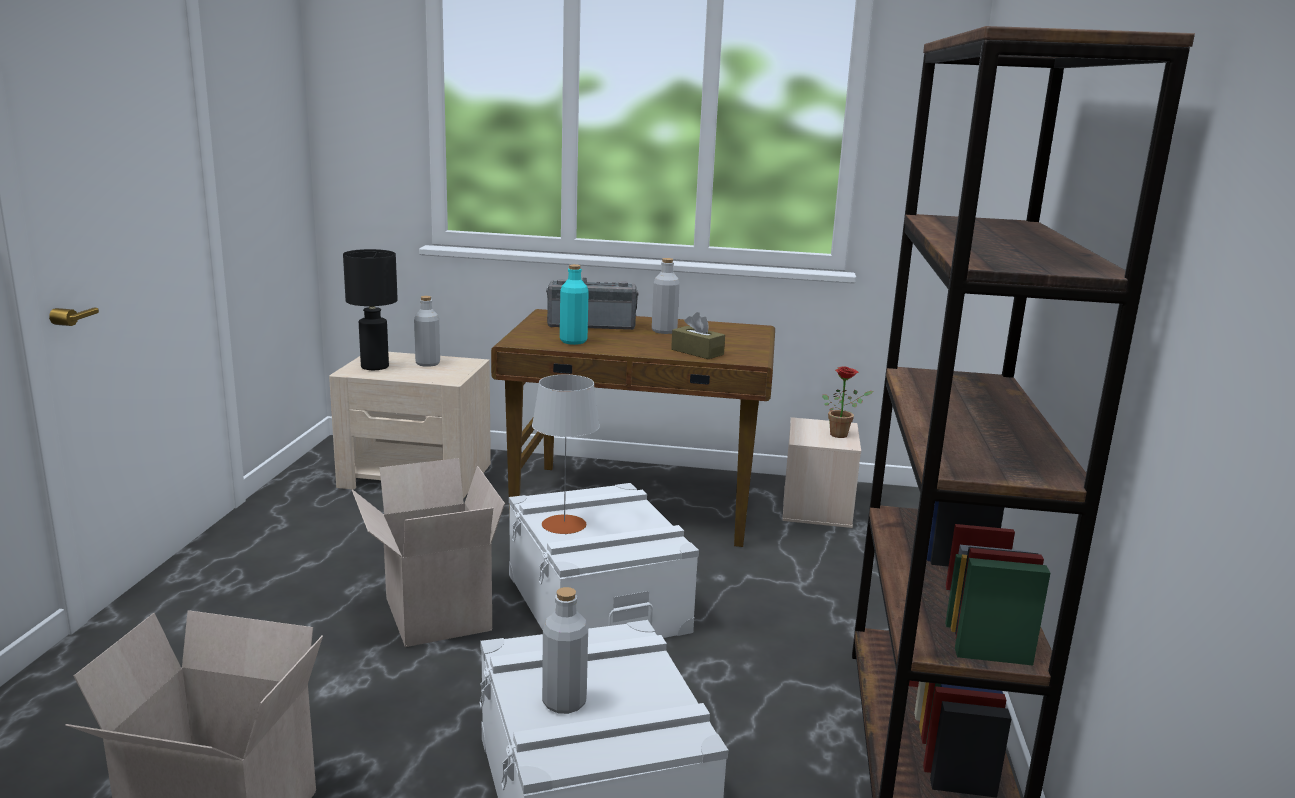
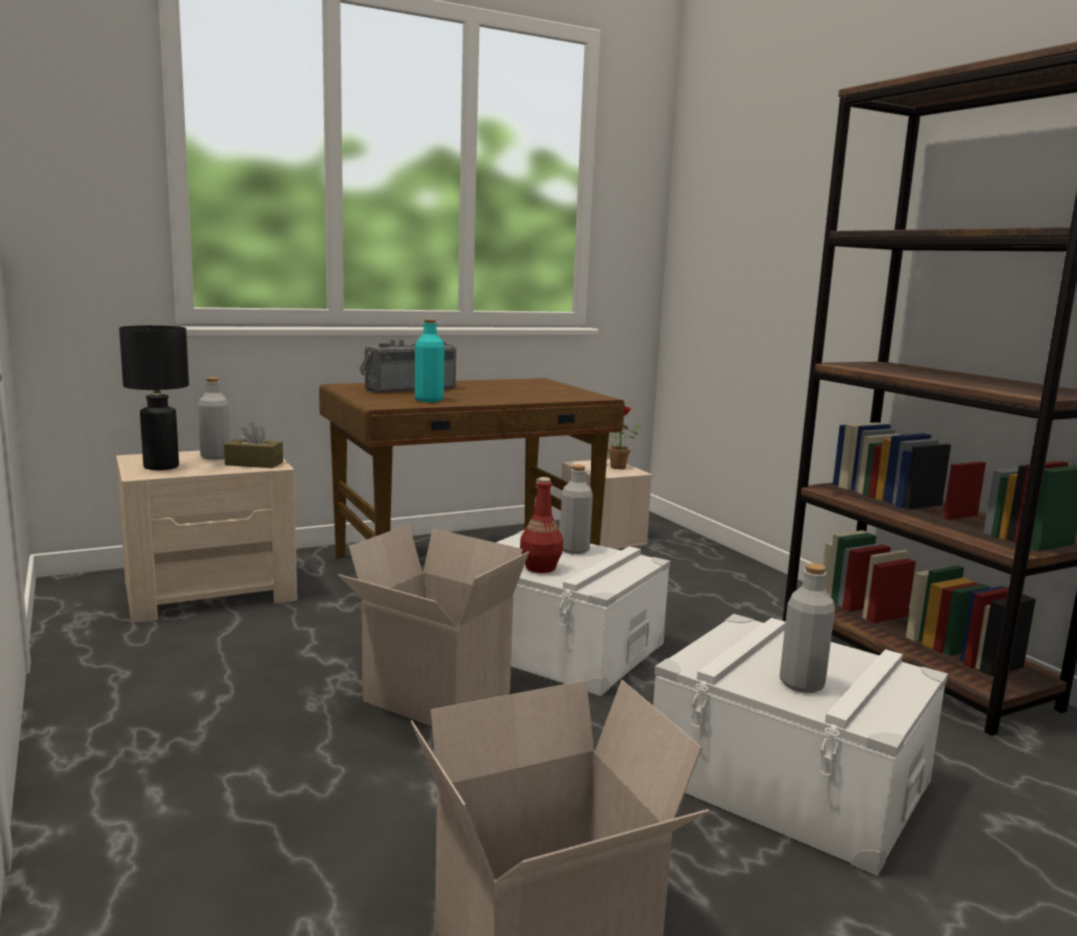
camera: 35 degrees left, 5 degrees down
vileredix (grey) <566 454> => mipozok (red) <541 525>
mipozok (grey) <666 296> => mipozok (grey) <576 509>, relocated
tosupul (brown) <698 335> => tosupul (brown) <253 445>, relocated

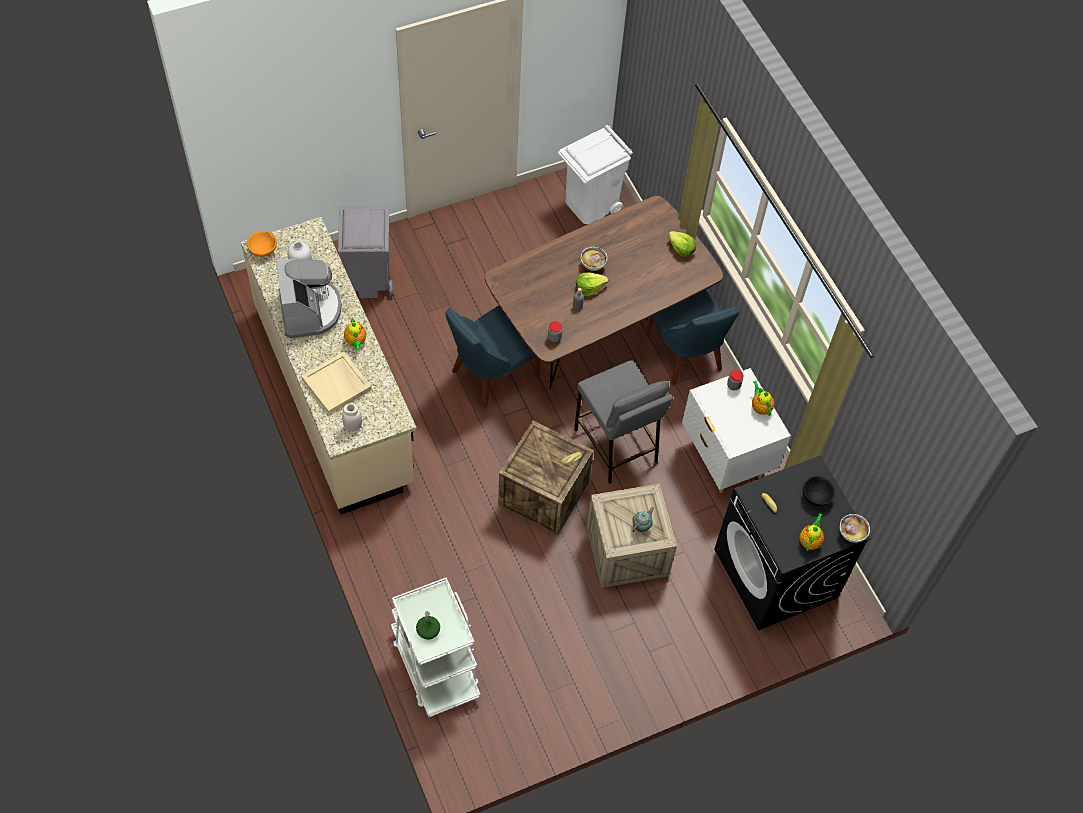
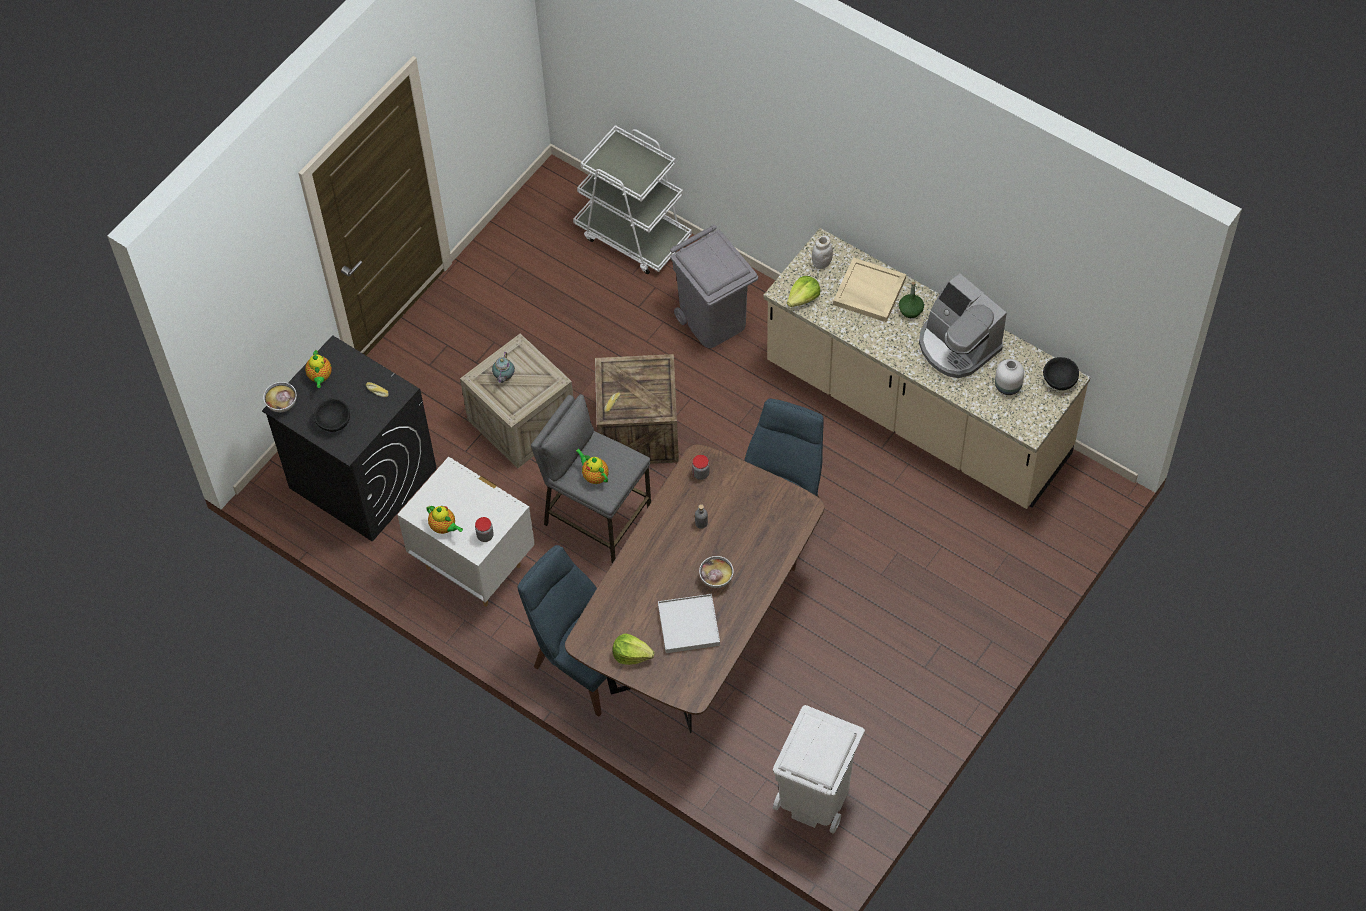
camera: 155 degrees right, 0 degrees up
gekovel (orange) <262 244> => gekovel (black) <1061 373>
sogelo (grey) <365 252> => sogelo (grey) <714 286>, relocated
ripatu <355 334> => ripatu <592 466>, relocated
mipozok (green) <428 625> => mipozok (green) <911 300>, relocated
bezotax <592 284> => bezotax <803 291>, relocated
nothing => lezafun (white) <689 623>

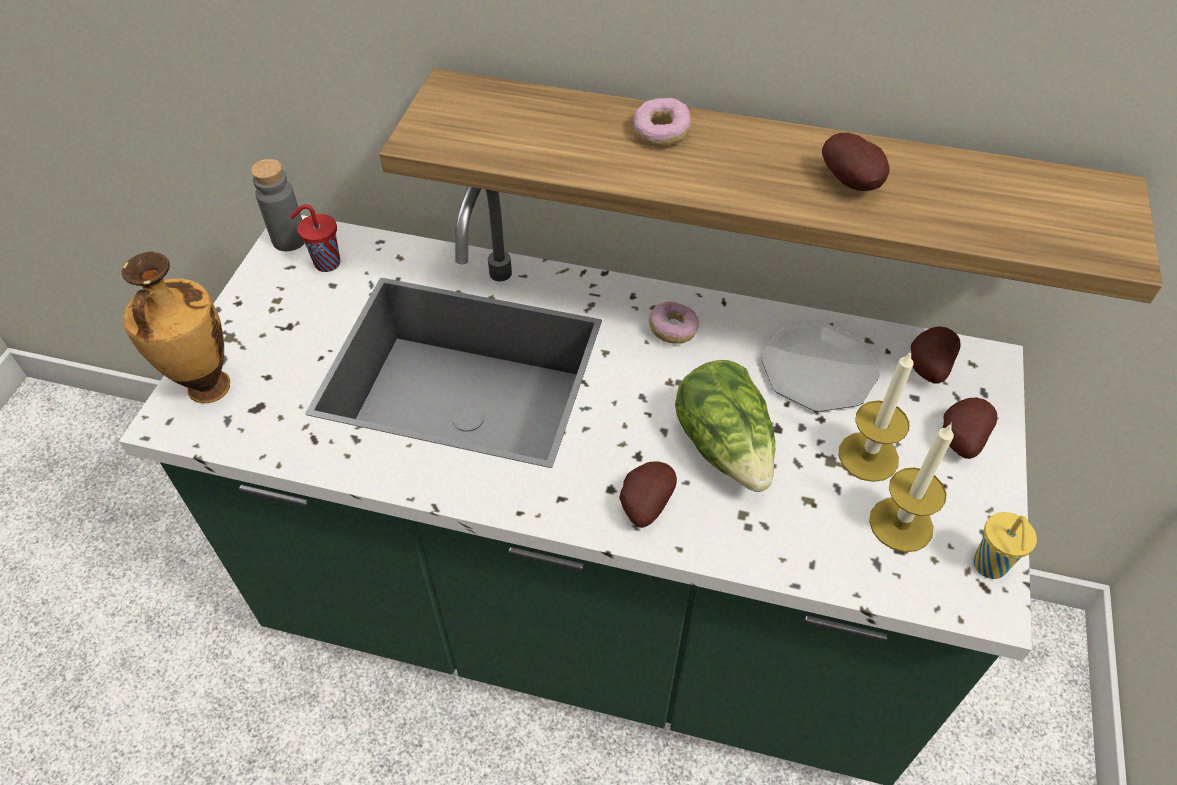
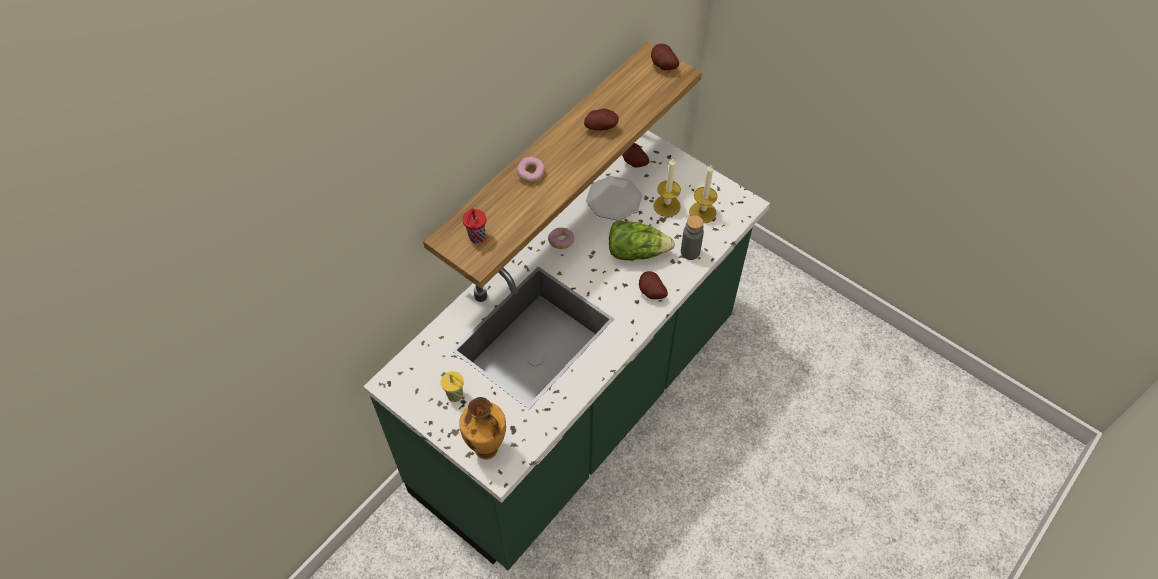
camera: 65 degrees left, 5 degrees up
mipozok (grey) <278 205> => mipozok (grey) <692 237>, relocated
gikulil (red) <315 238> => gikulil (red) <474 226>, relocated
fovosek <970 428> => fovosek <665 57>, relocated
gikulil (yellow) <1005 545> => gikulil (yellow) <452 386>, relocated

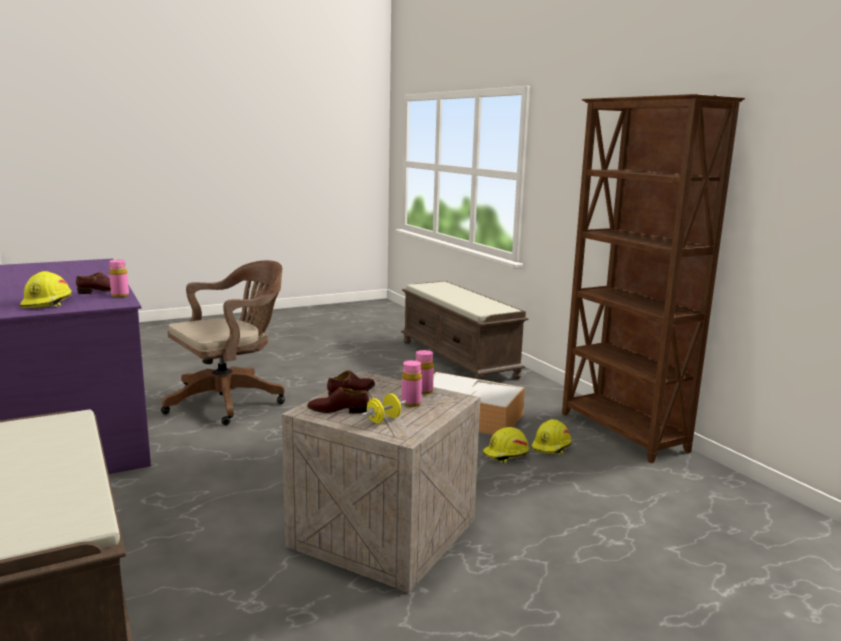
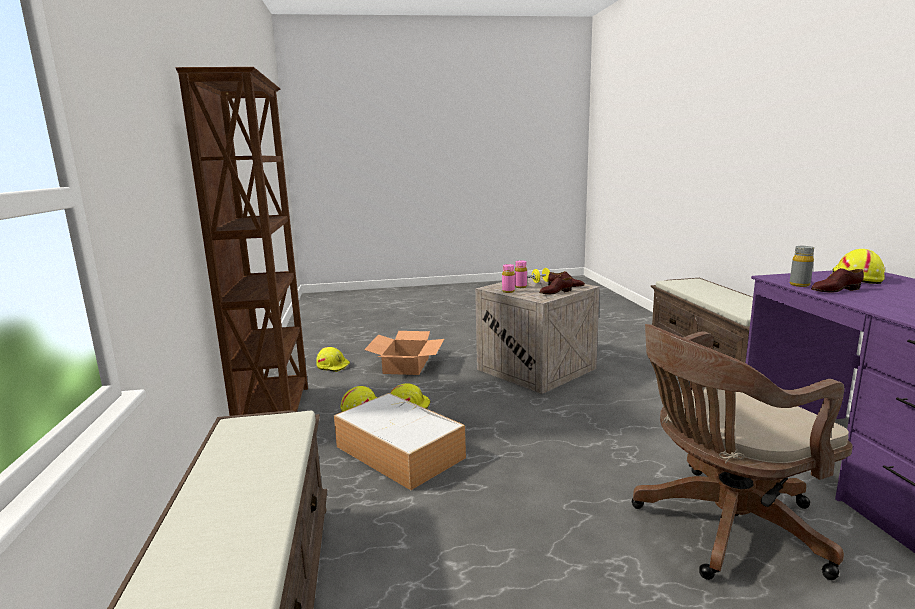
camera: 160 degrees left, 0 degrees up
mipozok (pink) <119 278> => mipozok (grey) <802 266>
nothing => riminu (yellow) <333 359>
nothing => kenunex <404 353>

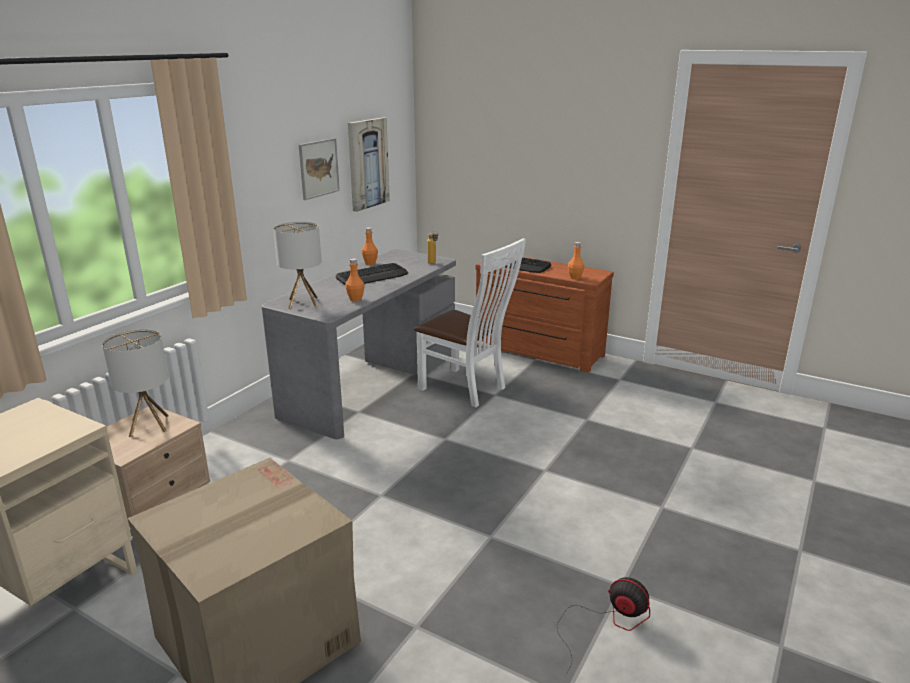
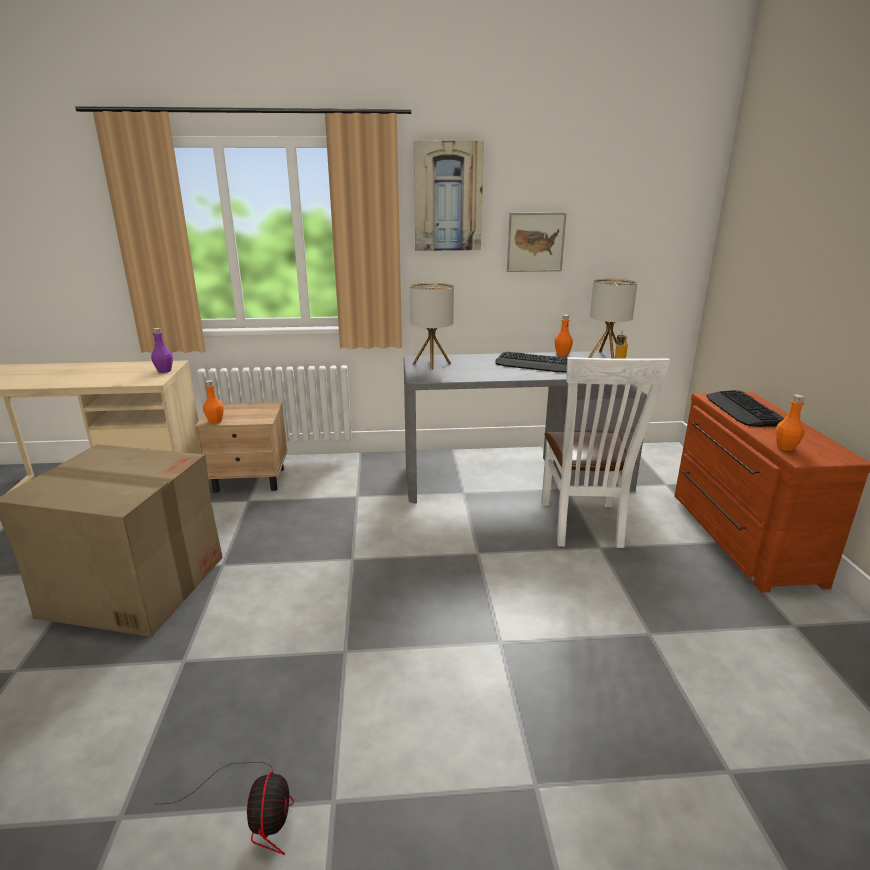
camera: 55 degrees right, 0 degrees up
vileredix <135 383> => vileredix <613 318>, relocated
mipozok (orange) <354 279> => mipozok (orange) <213 402>, relocated
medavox <369 164> => medavox <449 196>, relocated
nothing => mipozok (purple) <162 350>

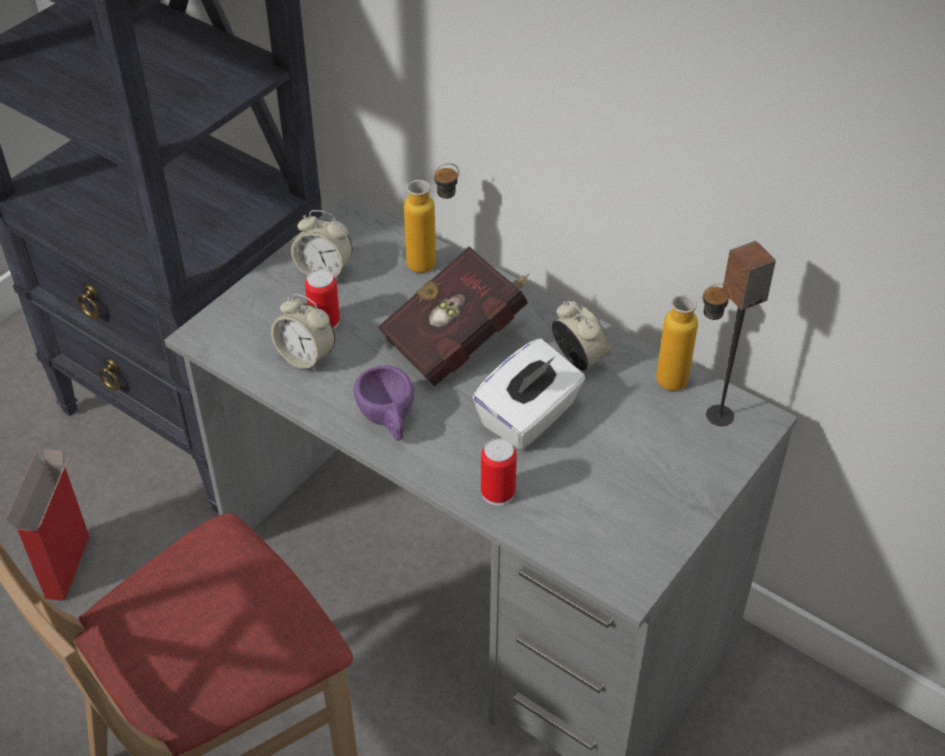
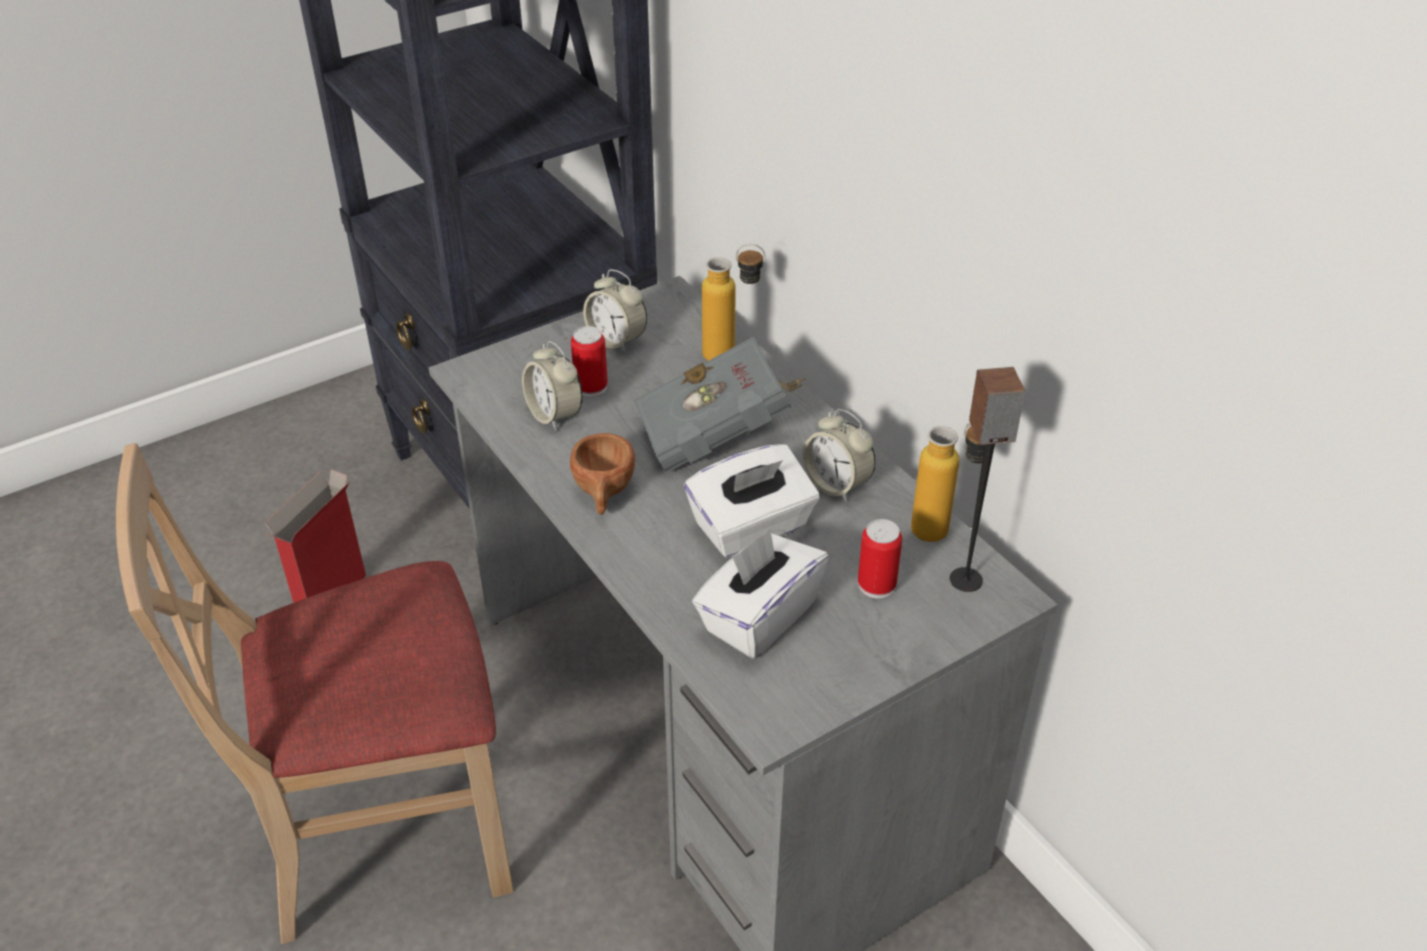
camera: 20 degrees right, 5 degrees down
gikulil (purple) <384 403> => gikulil (brown) <602 474>
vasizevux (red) <453 316> => vasizevux (grey) <720 405>
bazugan <499 472> => bazugan <880 559>, relocated
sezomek <581 336> => sezomek <839 455>, 150 degrees clockwise
nothing => tosupul (white) <760 593>

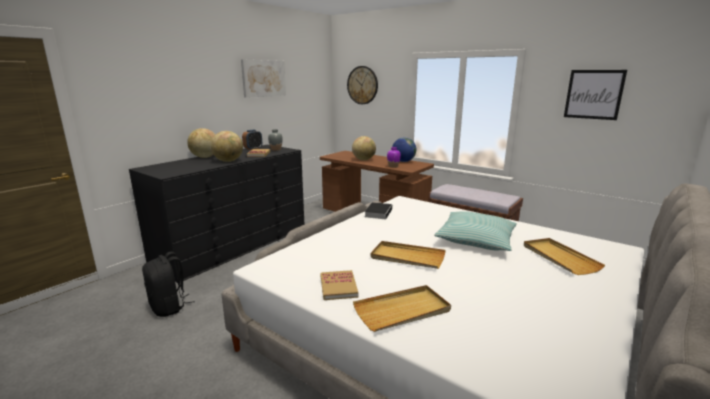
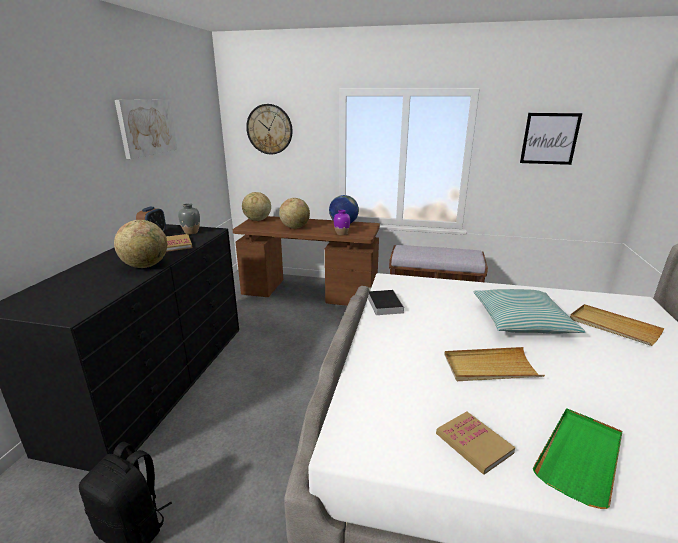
camera: 25 degrees left, 5 degrees up
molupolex <201 143> => molupolex <256 206>, relocated
lezafun (beige) <402 308> => lezafun (green) <577 458>

